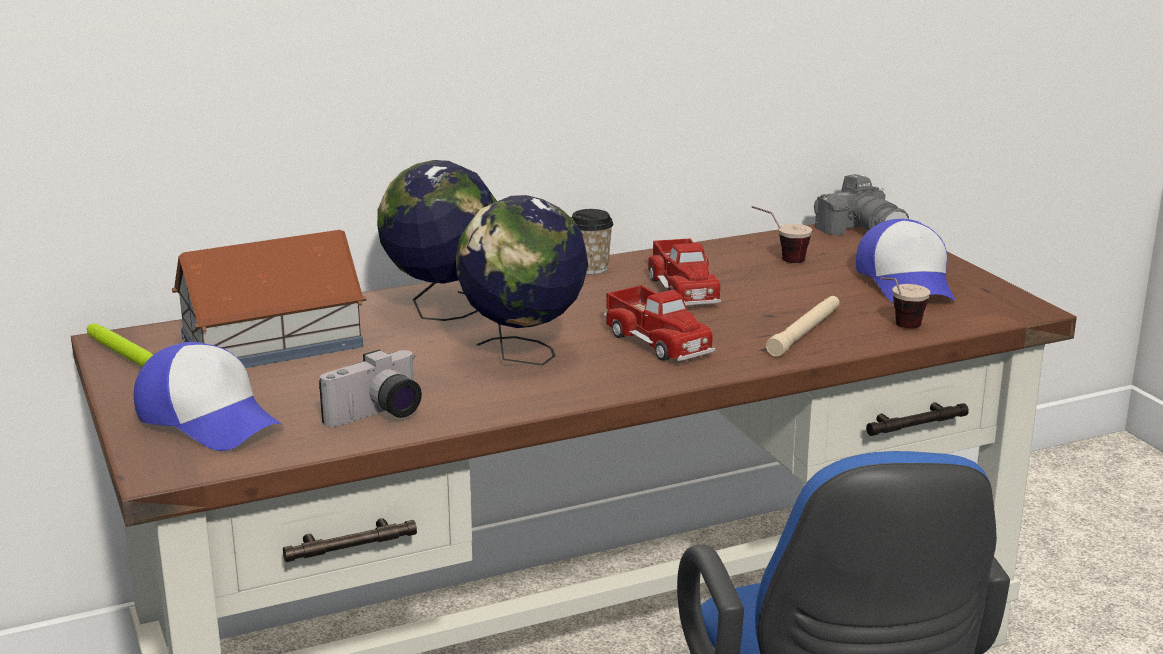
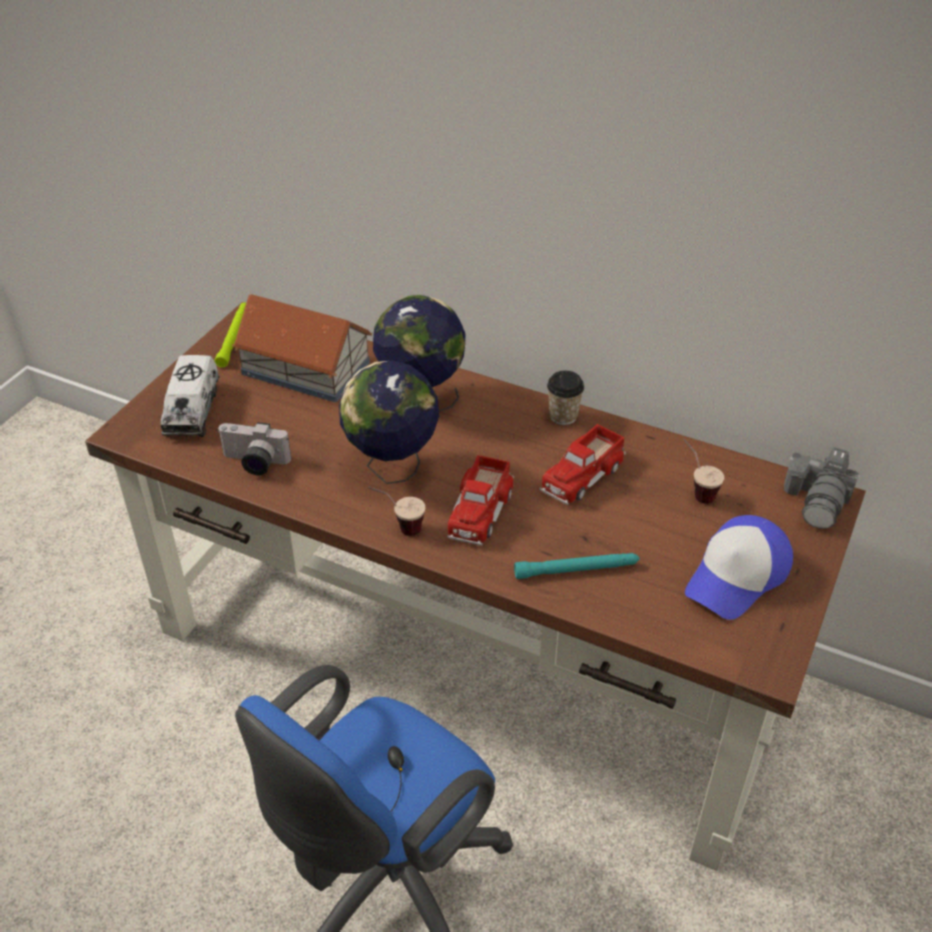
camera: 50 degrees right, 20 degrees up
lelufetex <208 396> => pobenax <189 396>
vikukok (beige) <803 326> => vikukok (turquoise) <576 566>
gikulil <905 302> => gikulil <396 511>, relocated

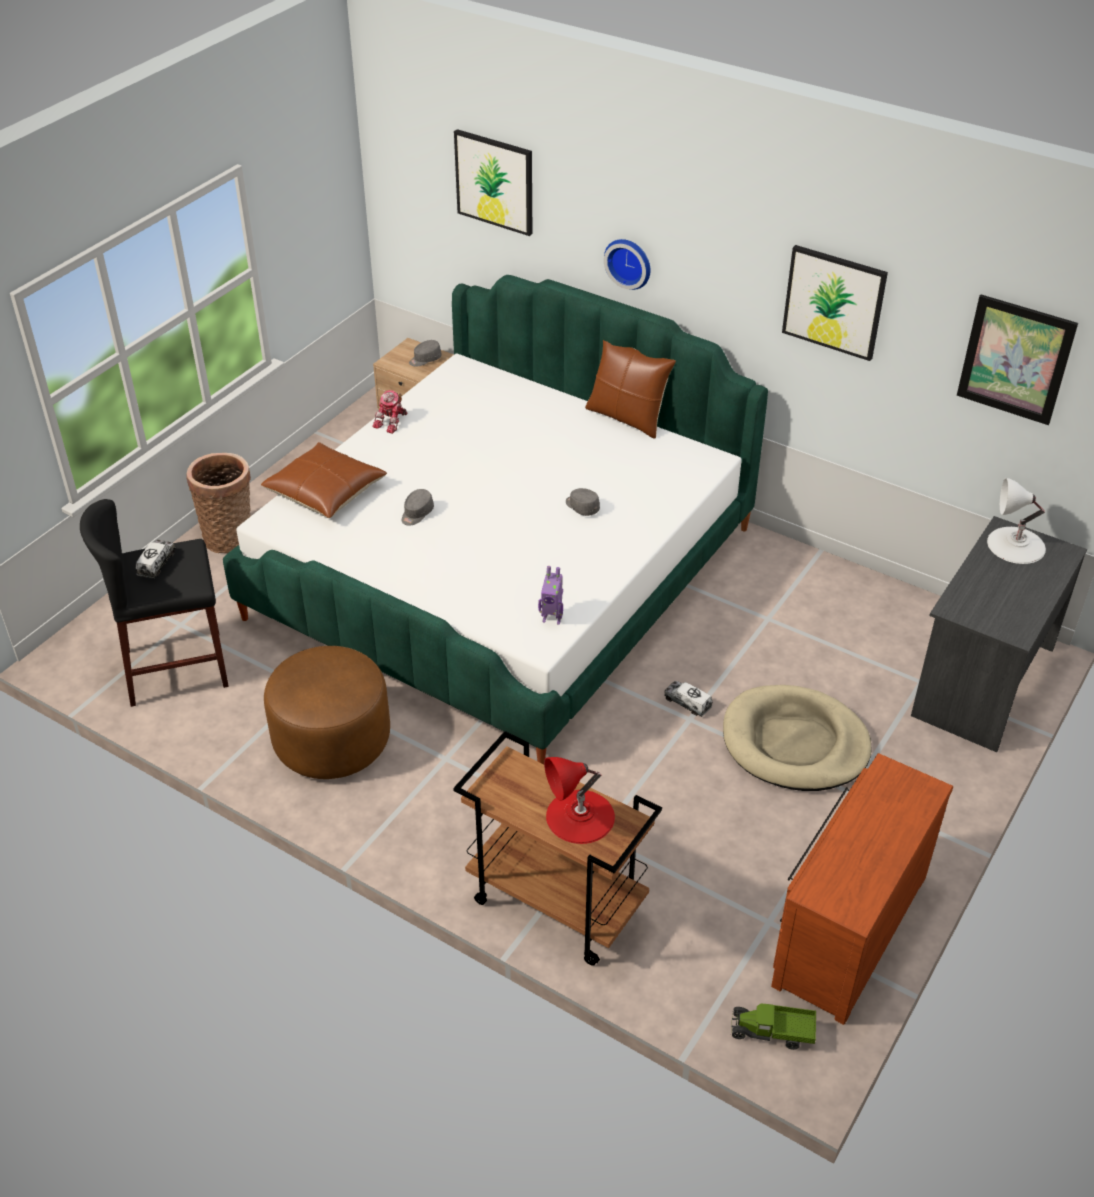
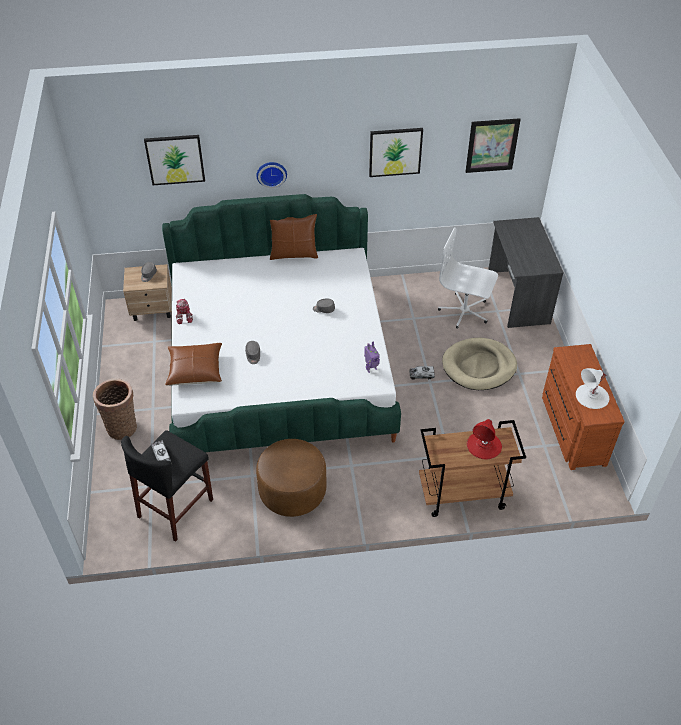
camera: 40 degrees left, 5 degrees up
pobenax <773 1026> => nothing
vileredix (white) <1016 521> => vileredix (white) <592 388>, relocated
nothing => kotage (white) <468 278>

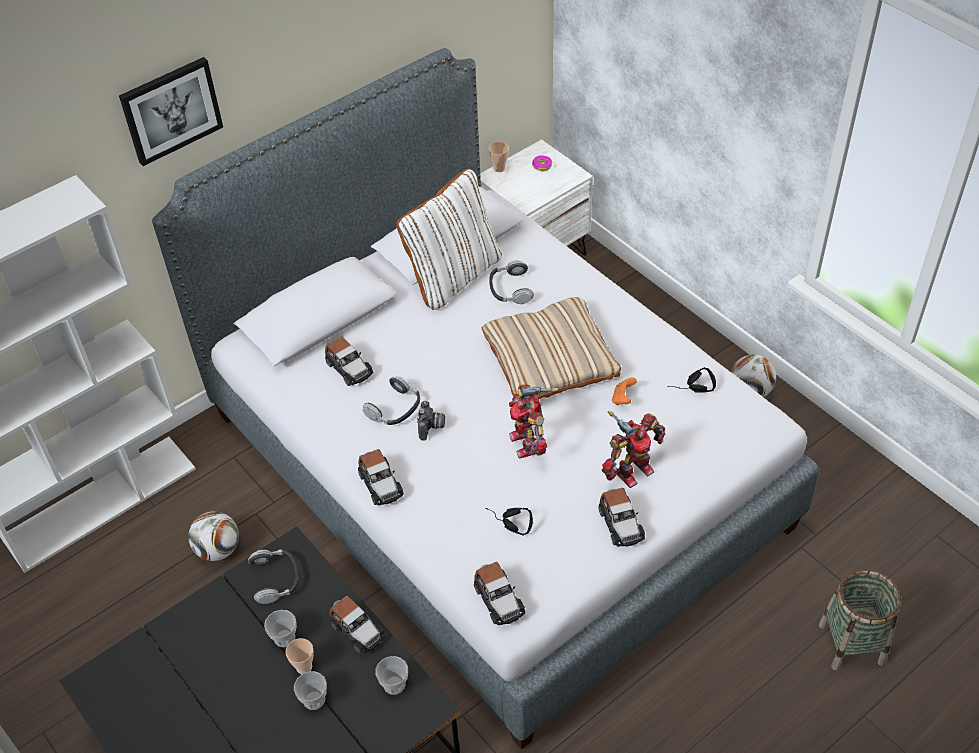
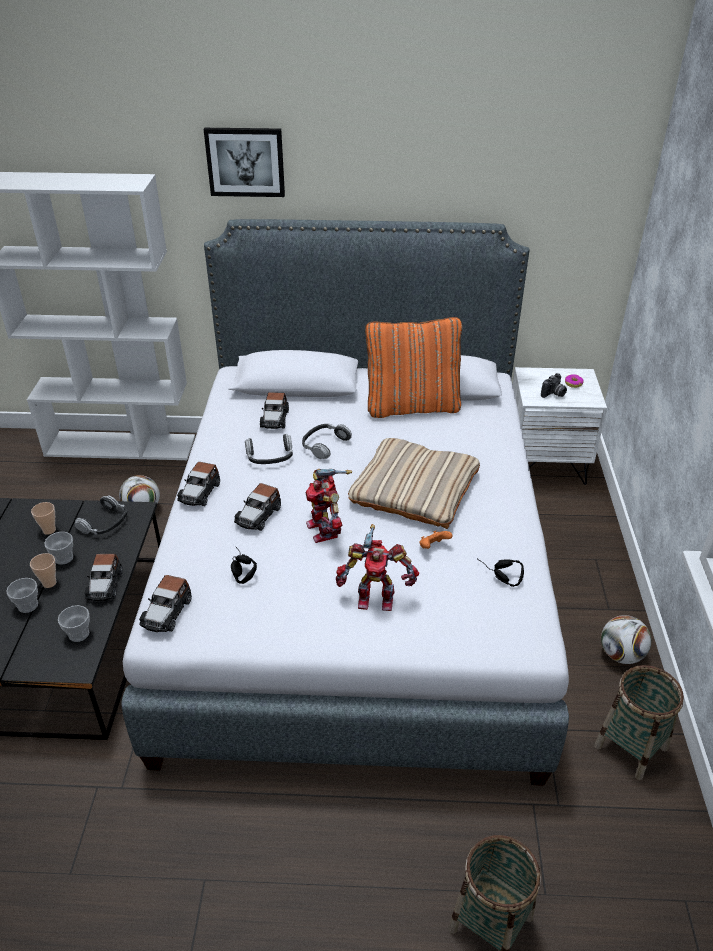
camera: 40 degrees right, 10 degrees down
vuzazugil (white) <449 239> => vuzazugil (orange) <413 367>
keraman <431 421> => keraman <554 385>, relocated
gikulil <499 157> => gikulil <43 518>, relocated
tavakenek <511 282> => tavakenek <327 441>, relocated
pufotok <533 421> => pufotok <329 506>, 45 degrees counterclockwise
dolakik <621 517> => dolakik <257 507>, relocated
nothing => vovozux <639 722>

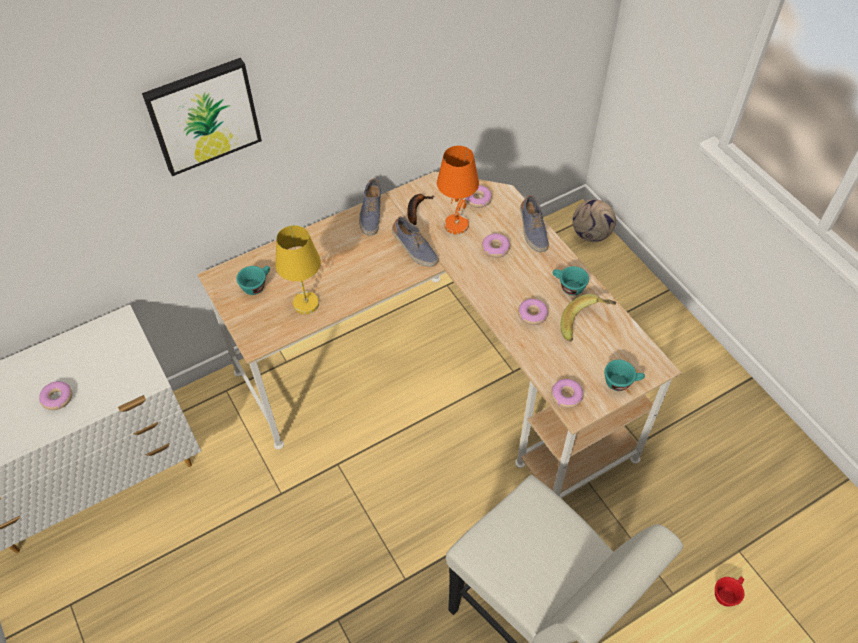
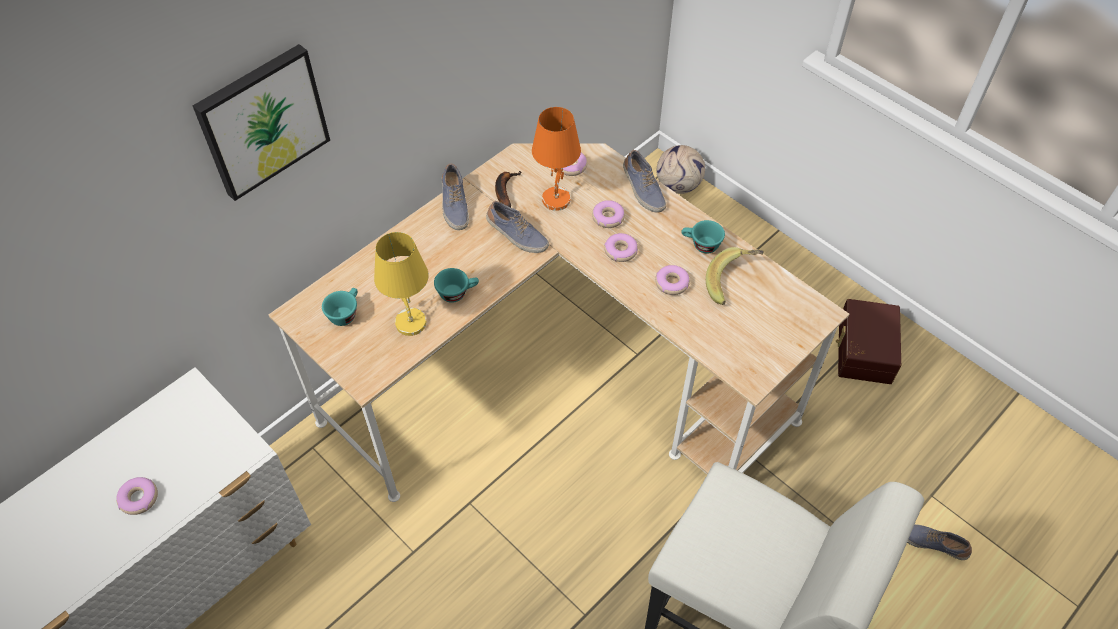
camera: 15 degrees left, 0 degrees up
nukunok <567 393> => nukunok <621 247>, relocated
gikulil (turquoise) <624 375> => gikulil (turquoise) <456 285>, relocated
gikulil (red) <729 591> => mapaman <939 542>
nothing => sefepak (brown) <868 341>

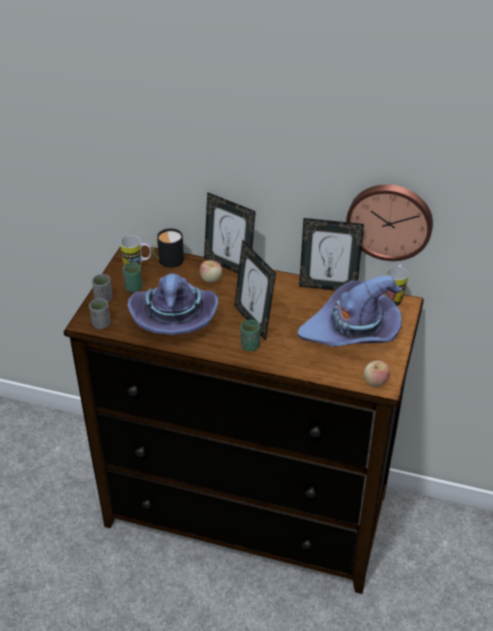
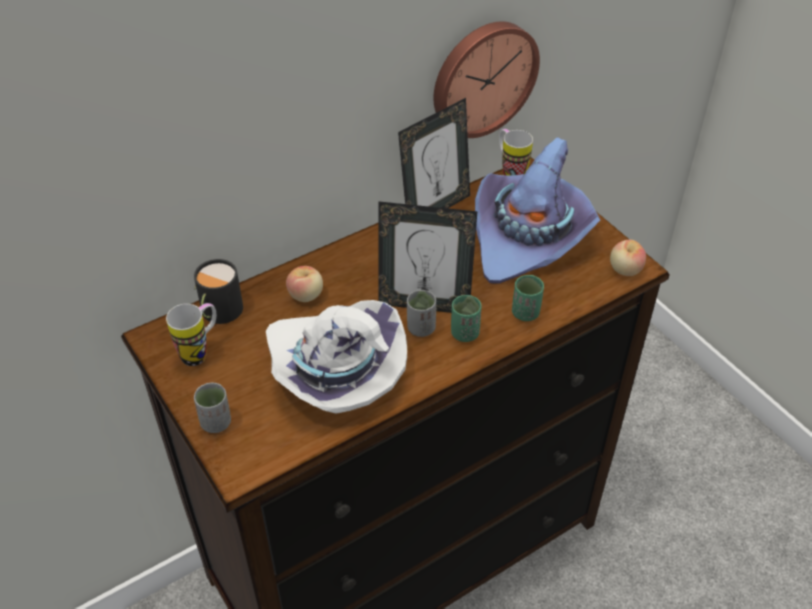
camera: 50 degrees left, 5 degrees up
gikulil (grey) <100 314> => gikulil (grey) <421 313>, relocated
gikulil (green) <132 277> => gikulil (green) <528 298>, relocated
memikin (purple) <173 304> => memikin (white) <336 357>
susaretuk <230 232> => nothing

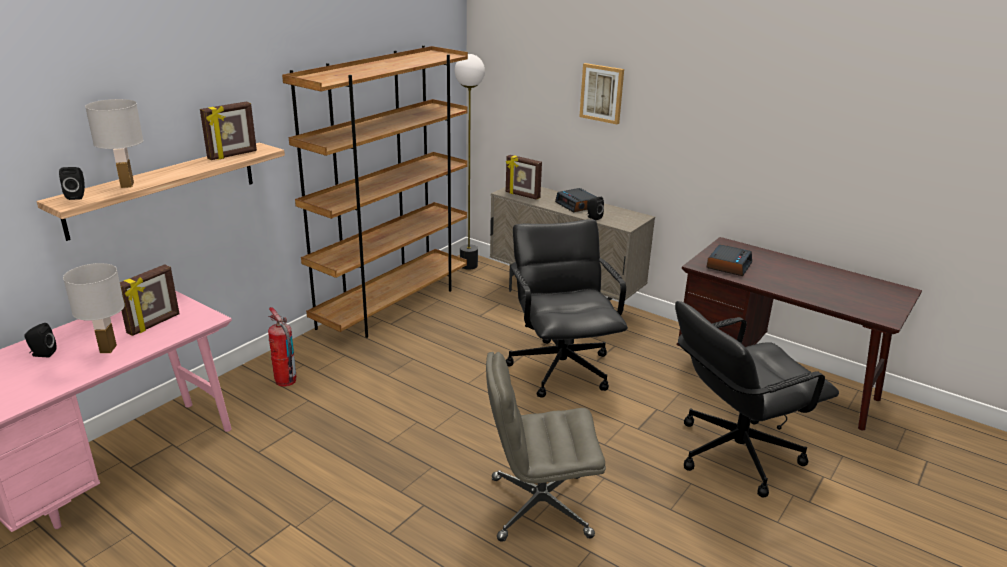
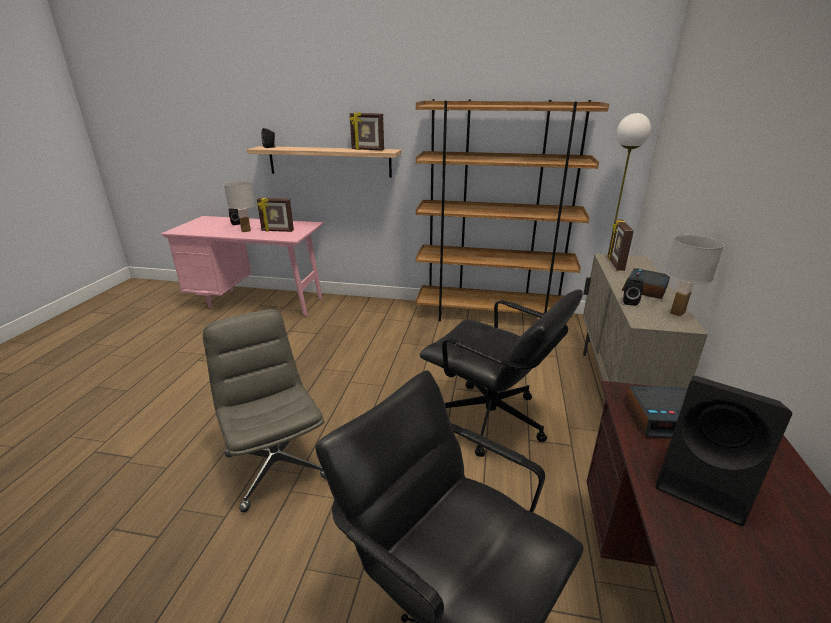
camera: 65 degrees right, 0 degrees up
vileredix (white) <114 143> => vileredix (white) <694 276>, relocated
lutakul <282 347> => nothing
kotage (black) <567 308> => kotage (black) <501 373>, 75 degrees clockwise
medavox <601 93> => nothing
nothing => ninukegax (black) <723 451>

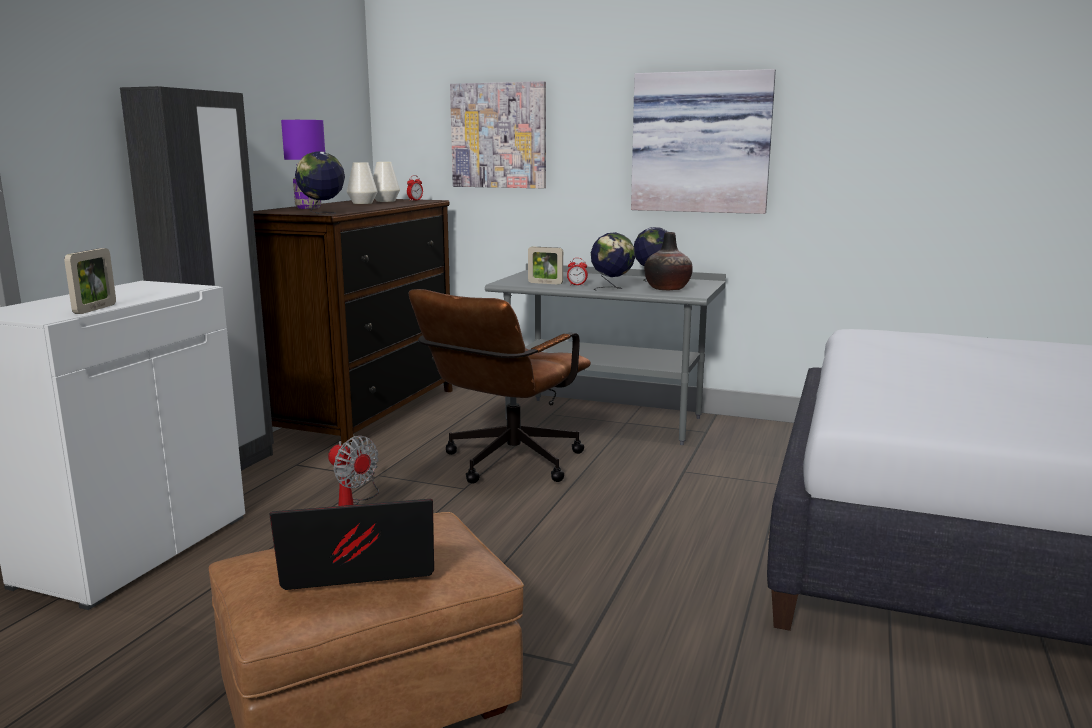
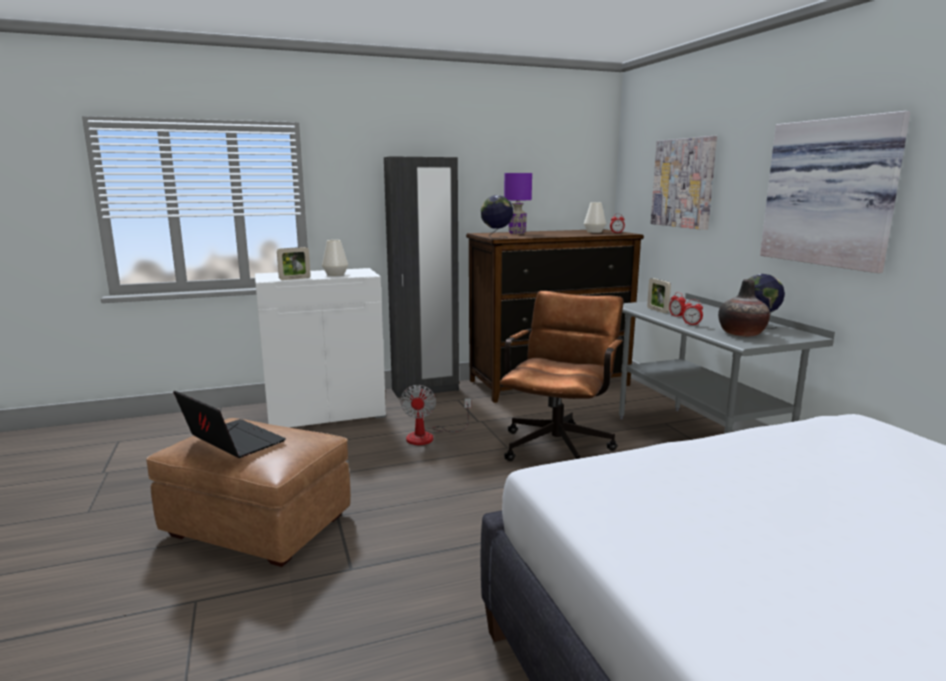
camera: 50 degrees right, 0 degrees up
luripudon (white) <362 183> => luripudon (white) <335 258>, relocated
kotage (brown) <499 386> => kotage (brown) <561 376>, 120 degrees clockwise
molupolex <613 261> => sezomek <692 312>

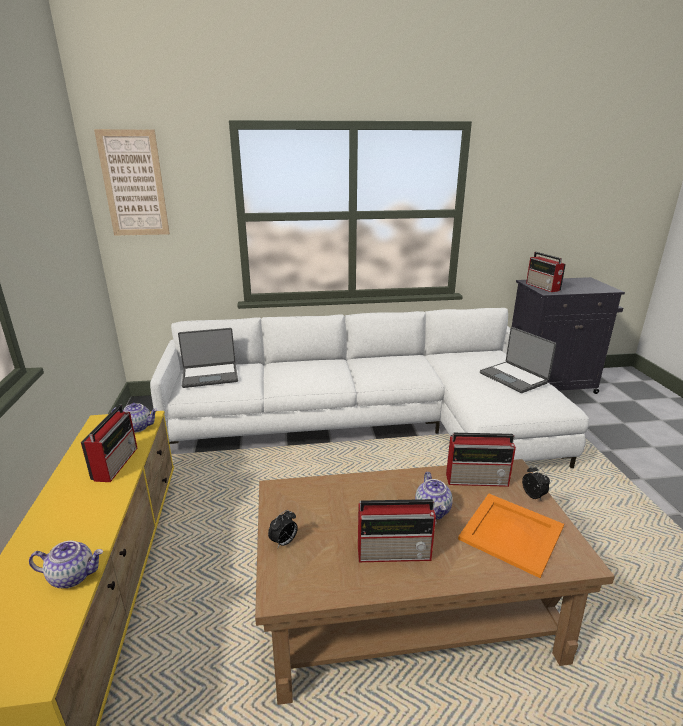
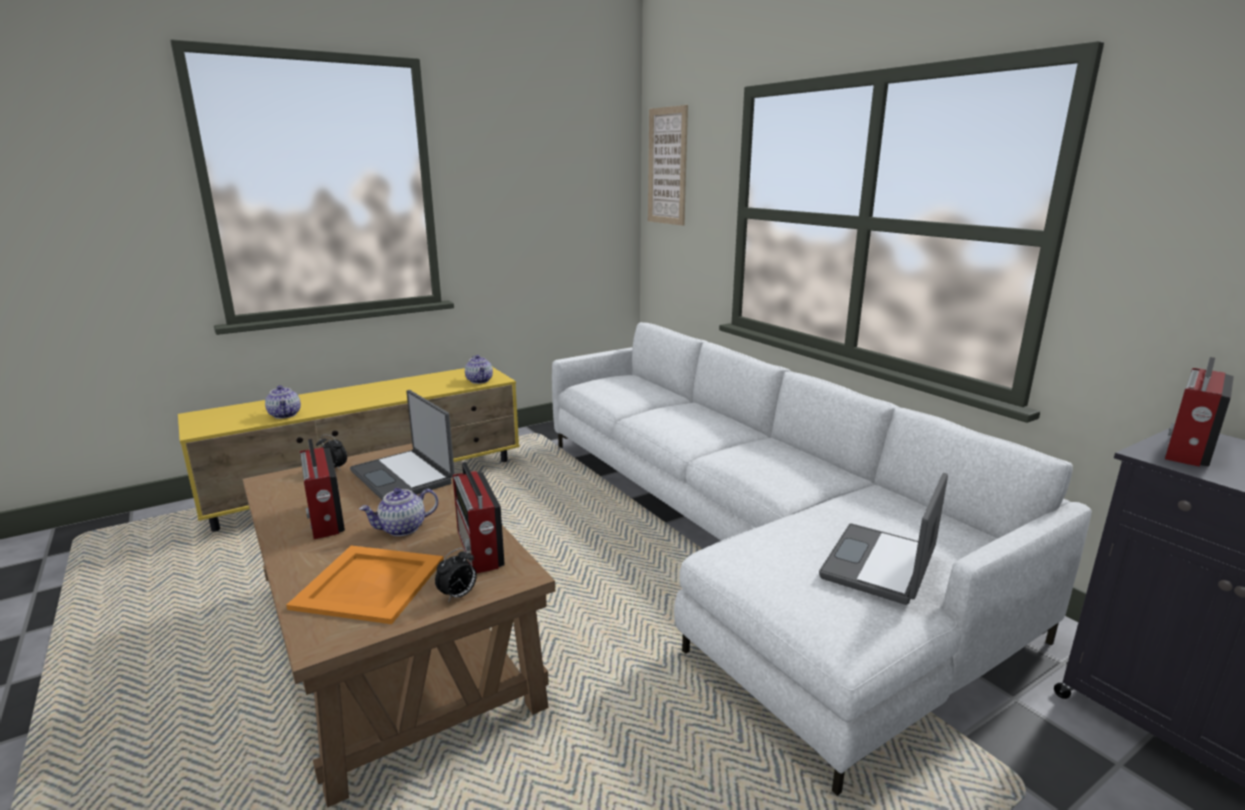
camera: 65 degrees right, 5 degrees down
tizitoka <109 443> => nothing
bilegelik <208 358> => bilegelik <402 445>, relocated

